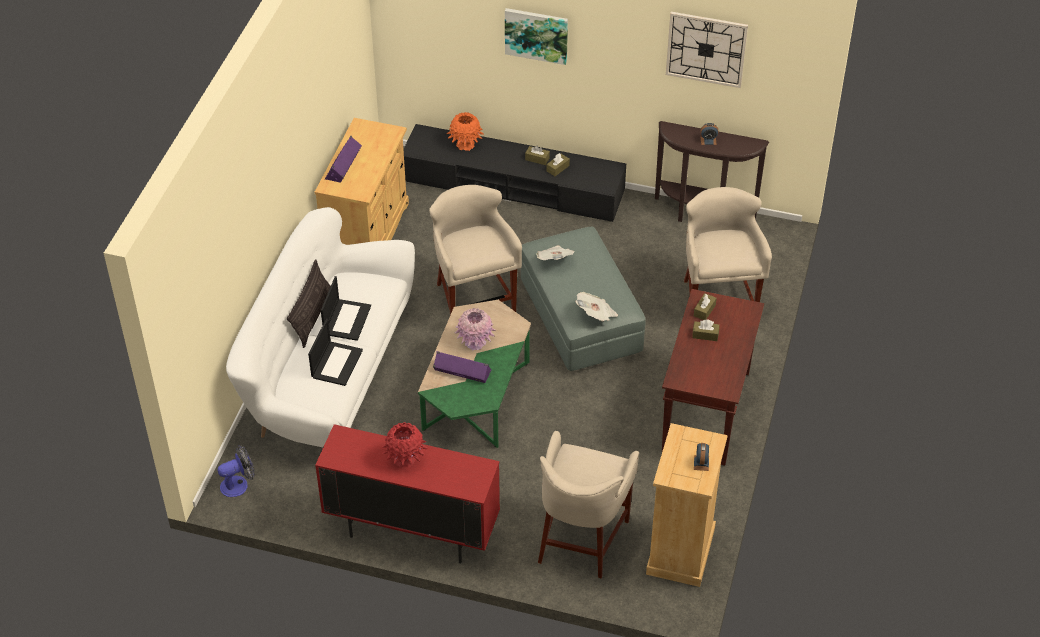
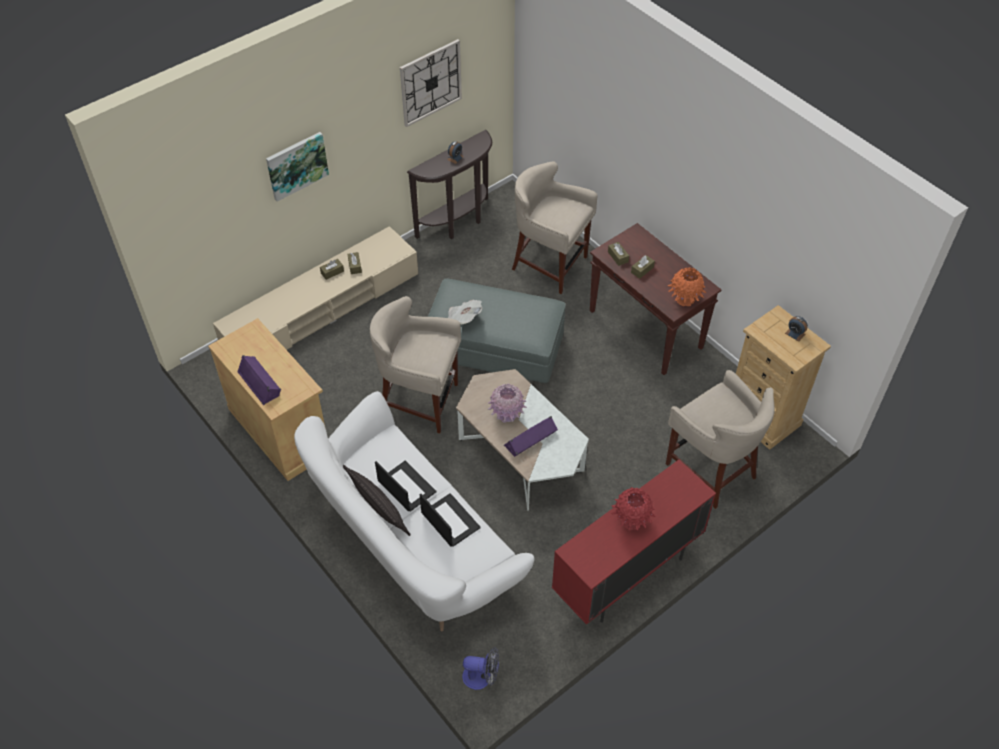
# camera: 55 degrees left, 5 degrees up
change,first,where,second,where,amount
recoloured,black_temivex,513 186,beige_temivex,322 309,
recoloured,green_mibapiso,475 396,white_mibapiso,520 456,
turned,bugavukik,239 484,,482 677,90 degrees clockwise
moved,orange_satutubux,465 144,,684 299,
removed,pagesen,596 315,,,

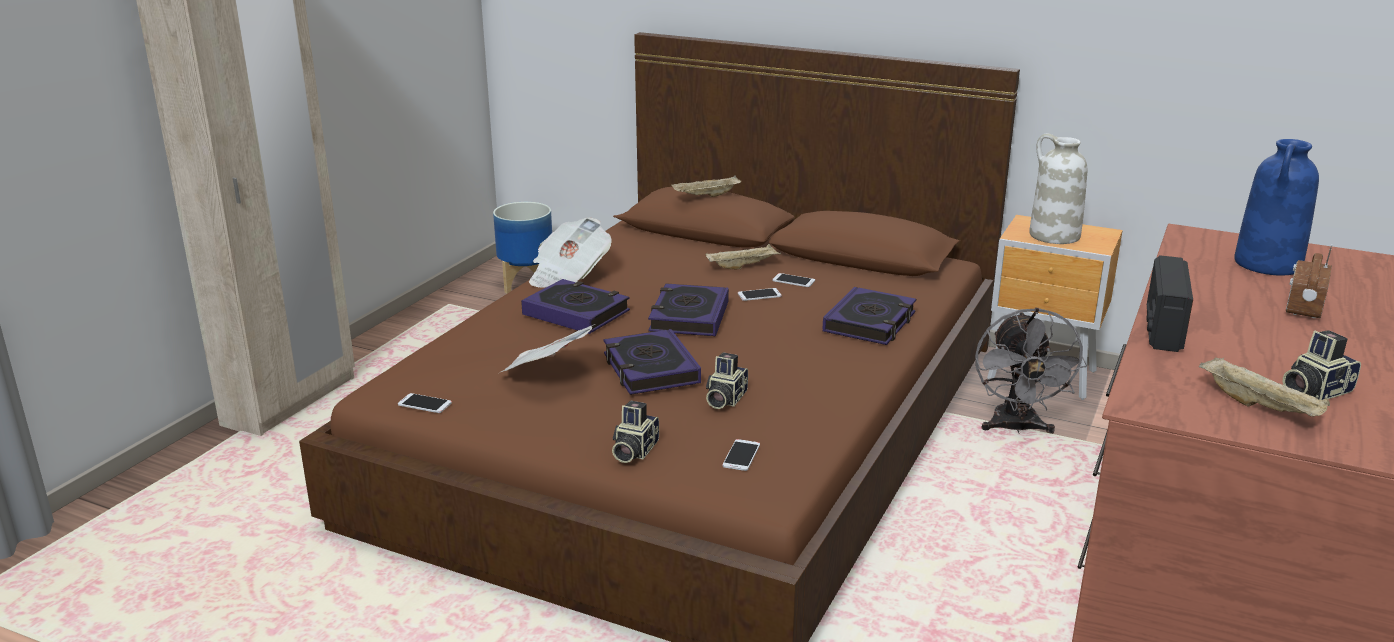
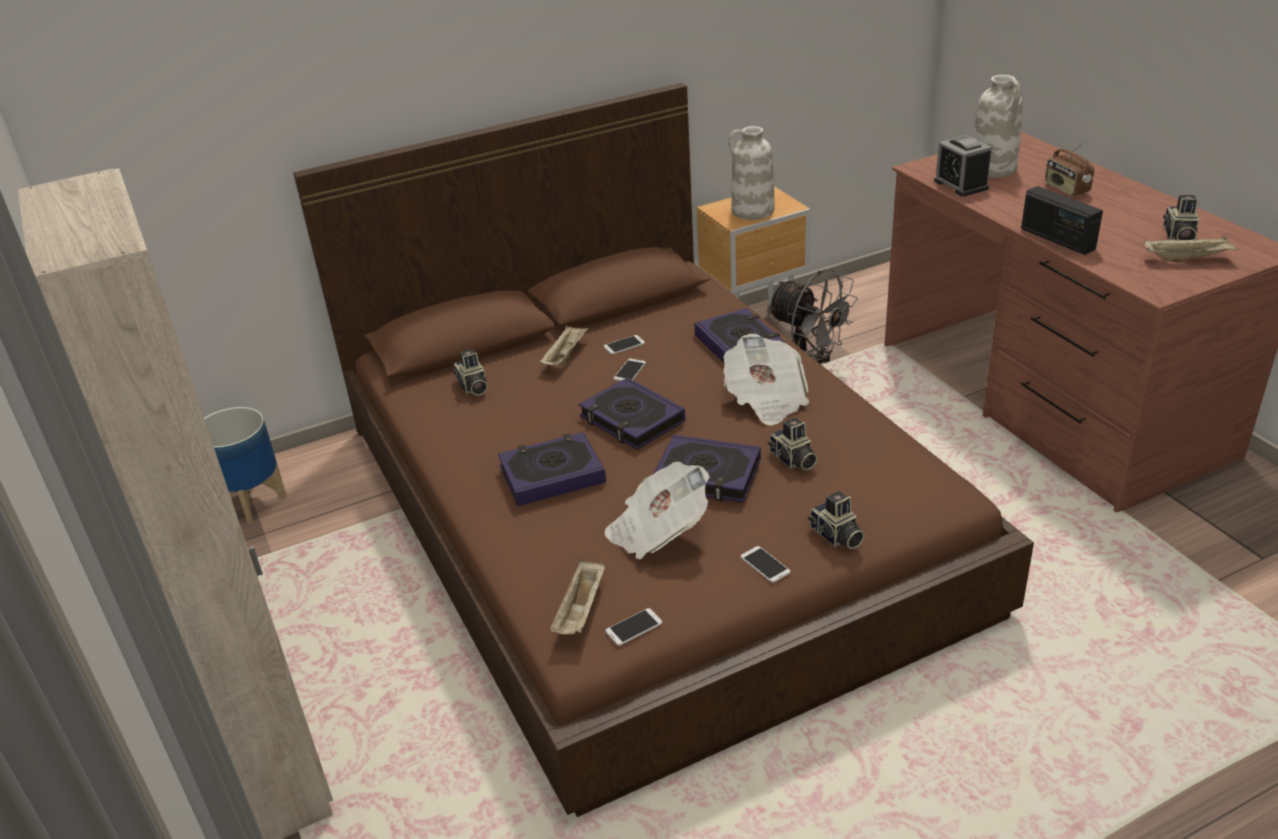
# camera: 50 degrees left, 10 degrees up
change,first,where,second,where,amount
added,,,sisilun,472 387,
moved,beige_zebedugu,706 196,,581 611,
moved,pagesen,568 275,,766 399,
moved,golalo,741 455,,765 565,
added,,,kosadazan,961 184,
recoloured,blue_satutubux,1268 264,white_satutubux,993 169,

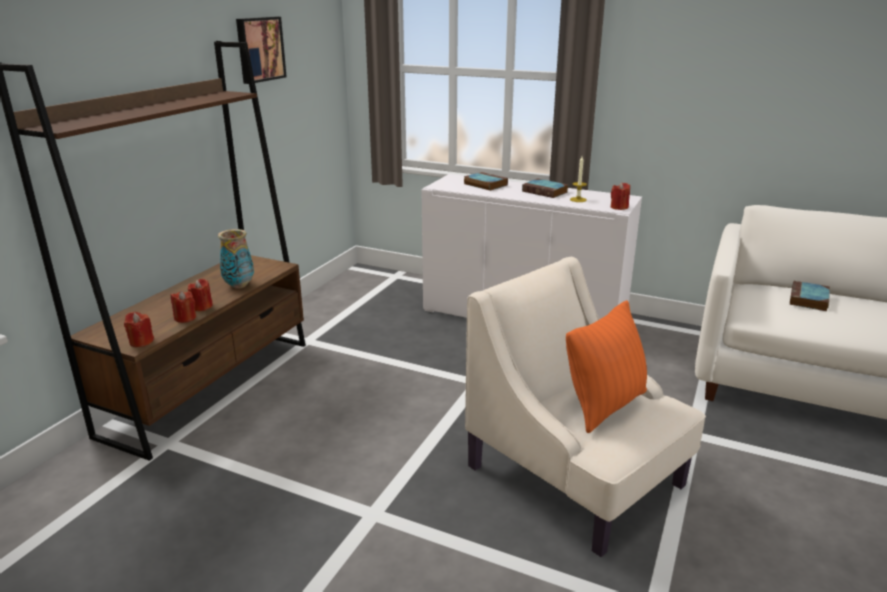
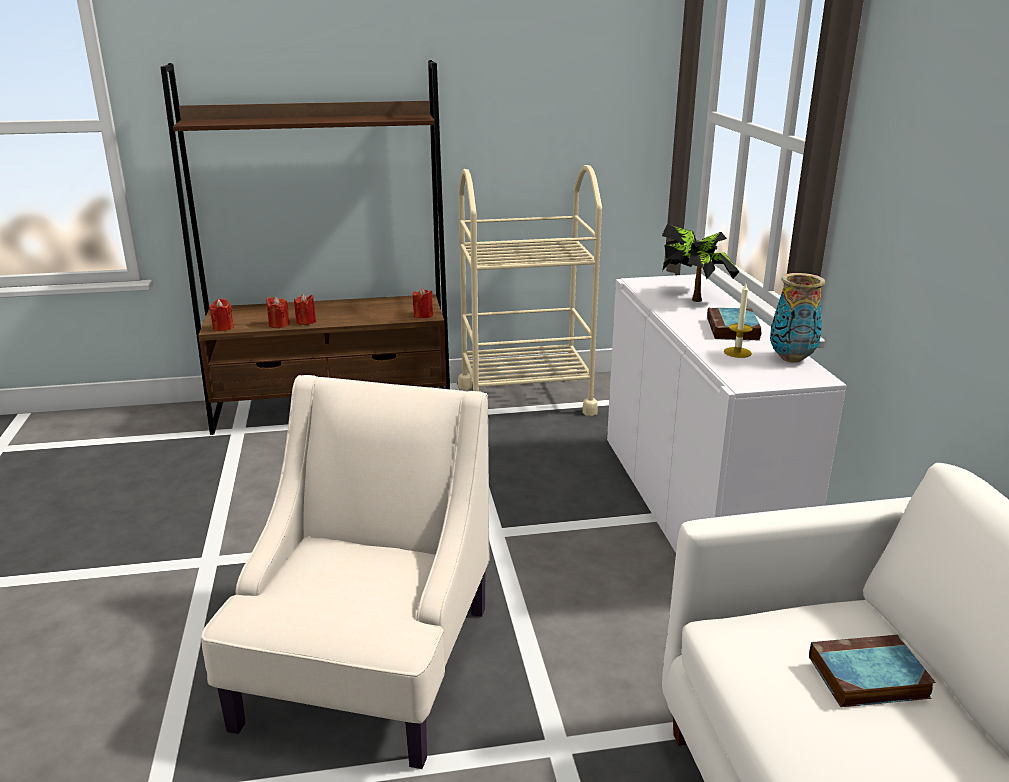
# camera: 55 degrees right, 0 degrees up
change,first,where,second,where,amount
moved,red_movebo,619 207,,423 315,
added,,,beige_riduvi,525 399,
replaced,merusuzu,484 184,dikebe,694 297,
moved,satutubux,239 285,,792 359,
removed,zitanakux,259 49,,,
removed,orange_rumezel,605 405,,,

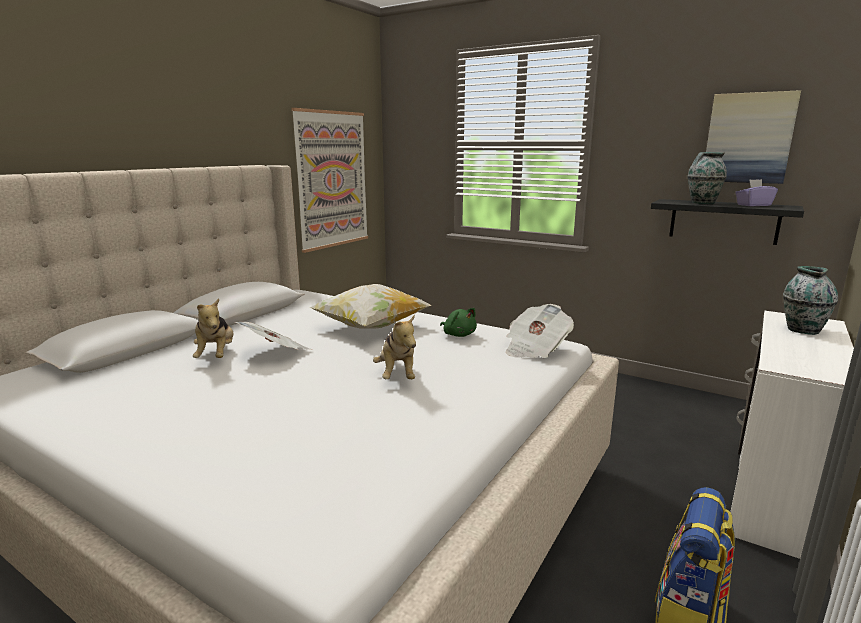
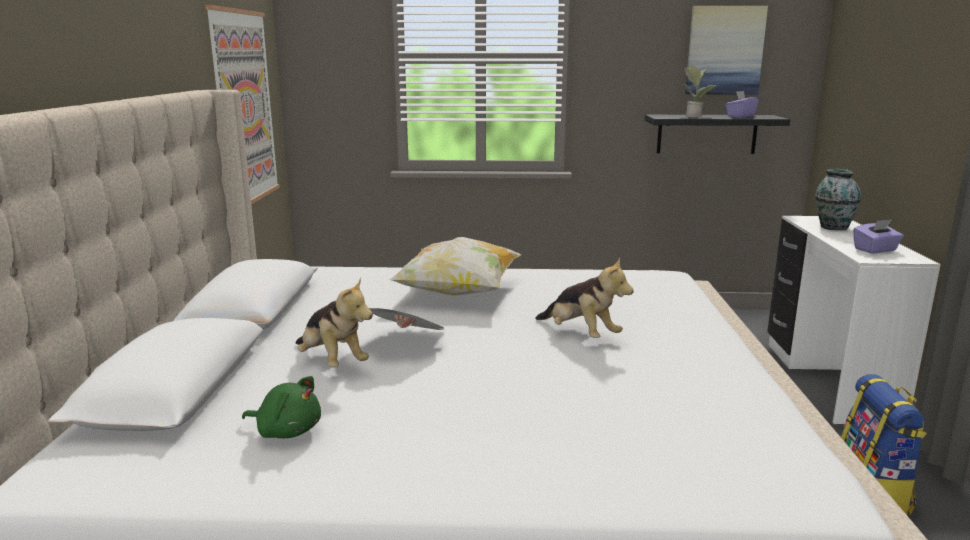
# camera: 30 degrees left, 0 degrees up
change,first,where,second,where,amount
moved,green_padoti,458 334,,287 431,
replaced,satutubux,702 203,dikebe,695 116,
added,,,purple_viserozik,875 250,
removed,pagesen,535 349,,,

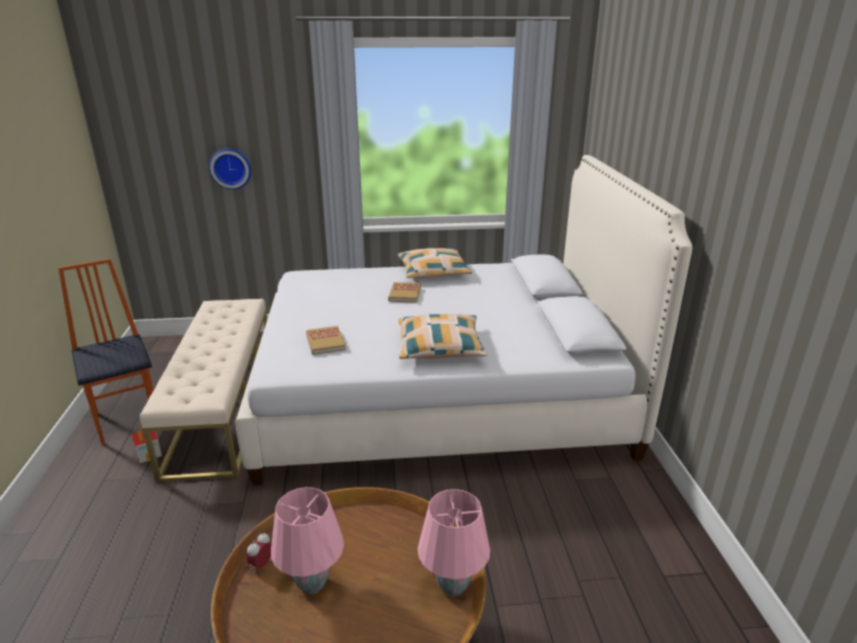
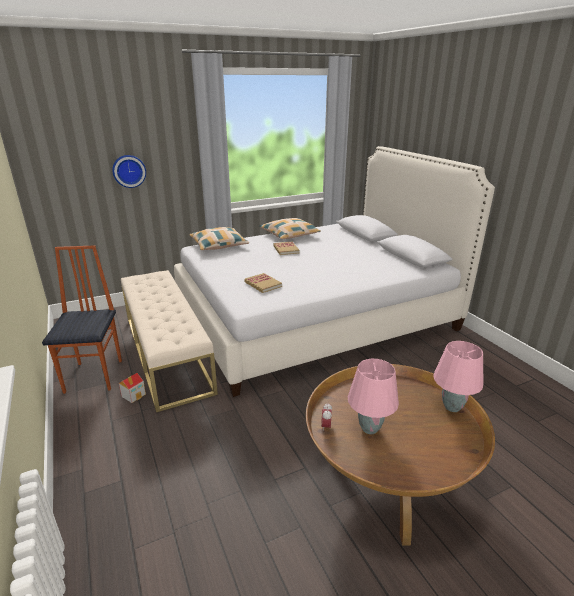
# camera: 20 degrees left, 0 degrees up
change,first,where,second,where,amount
turned,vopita,128 418,,95 375,45 degrees clockwise
moved,rumezel,440 346,,219 245,

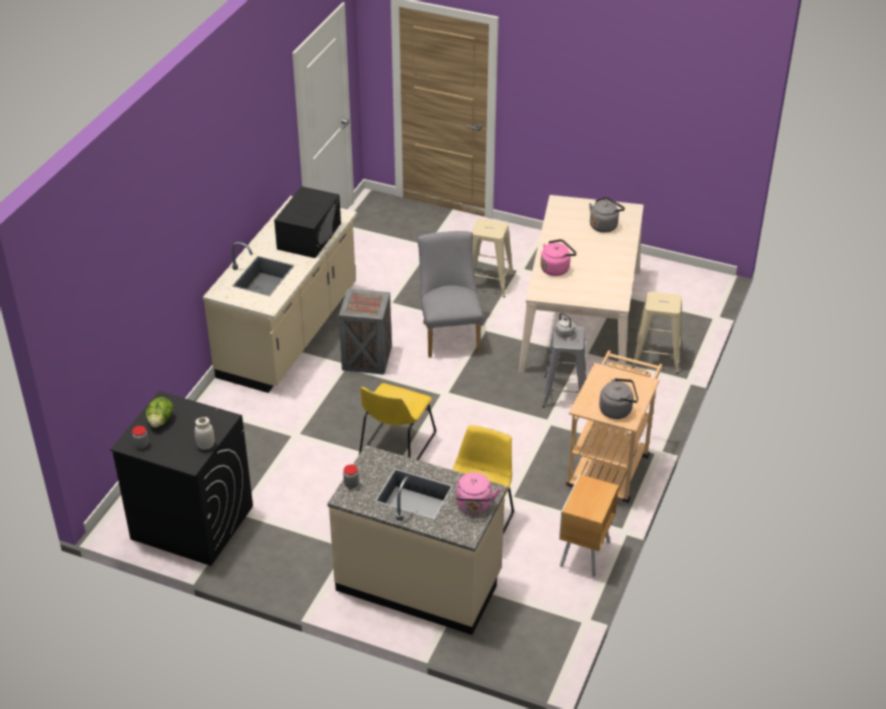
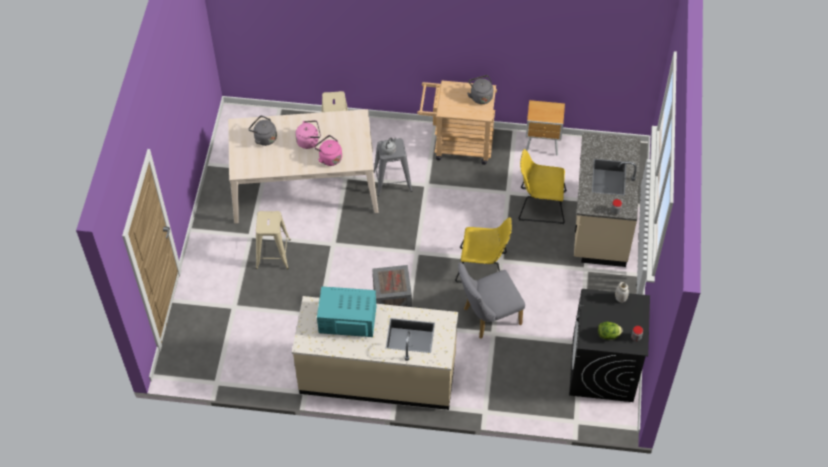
# camera: 105 degrees left, 15 degrees up
change,first,where,second,where,amount
moved,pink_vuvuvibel,474 506,,309 141,
recoloured,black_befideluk,309 236,turquoise_befideluk,347 319,
moved,grey_vopita,449 334,,488 317,

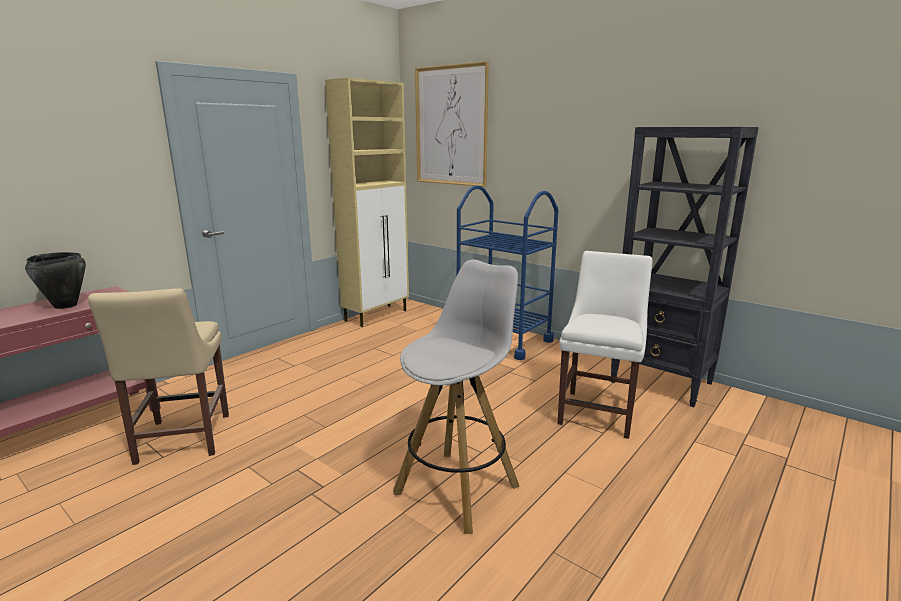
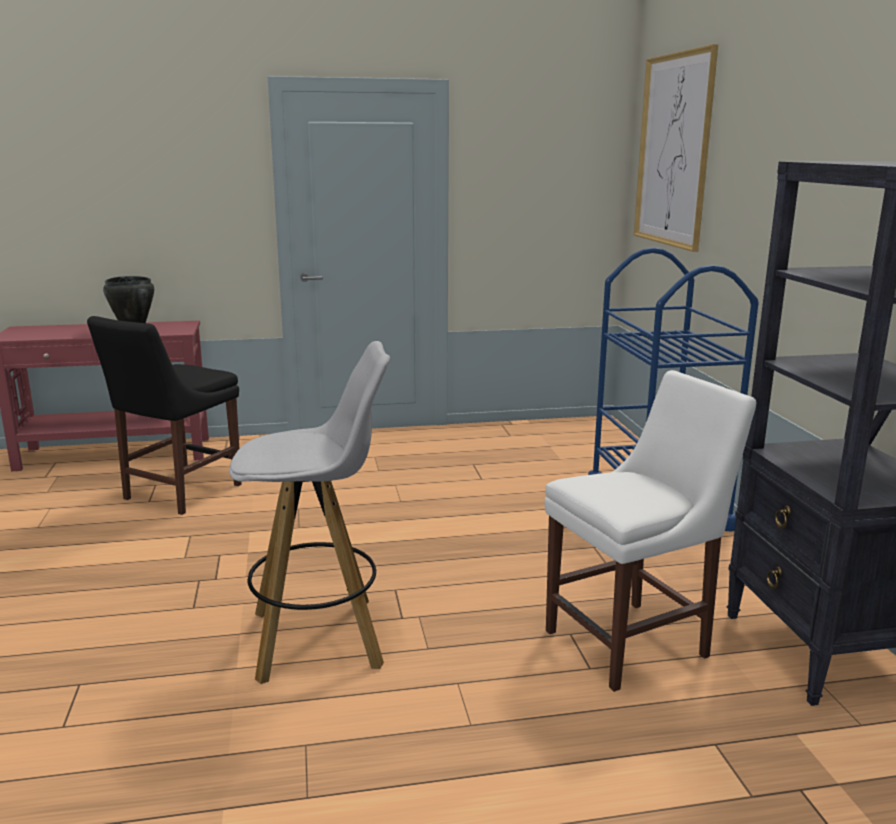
# camera: 40 degrees right, 0 degrees up
change,first,where,second,where,amount
recoloured,beige_vopita,182 441,black_vopita,178 493,
removed,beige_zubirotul,377 315,,,

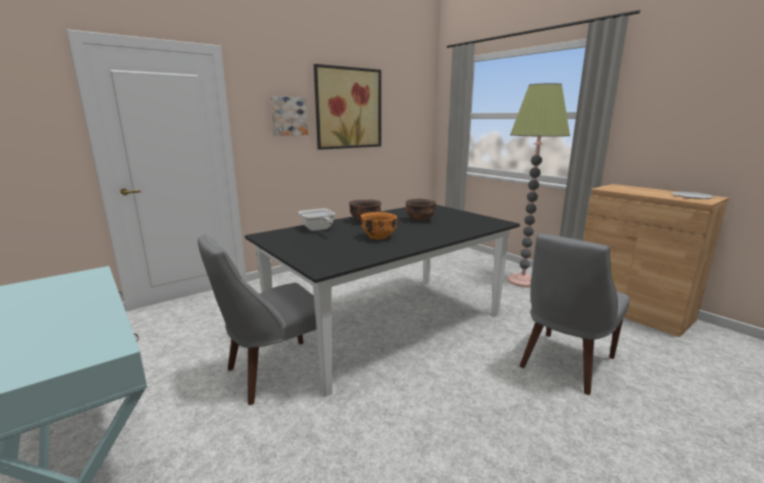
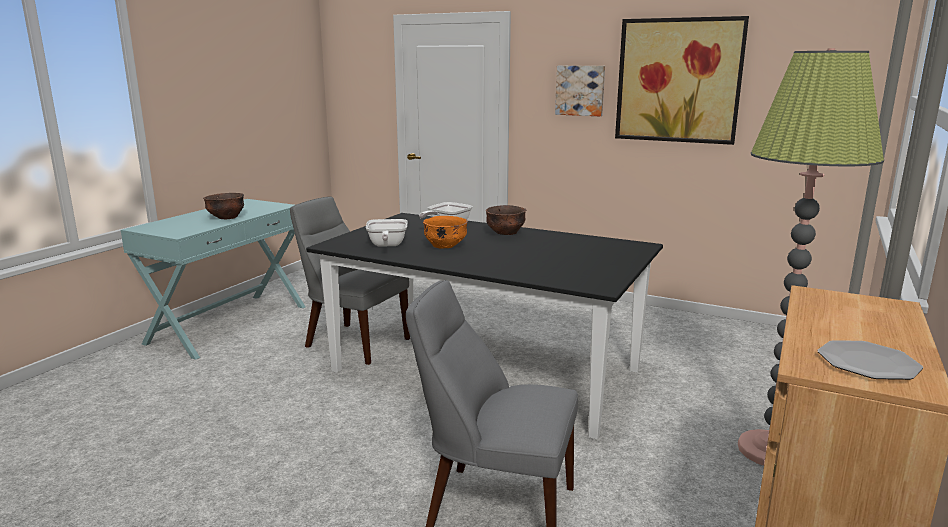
# camera: 65 degrees right, 0 degrees up
change,first,where,second,where,amount
moved,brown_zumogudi,420 220,,226 218,
added,,,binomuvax,386 245,

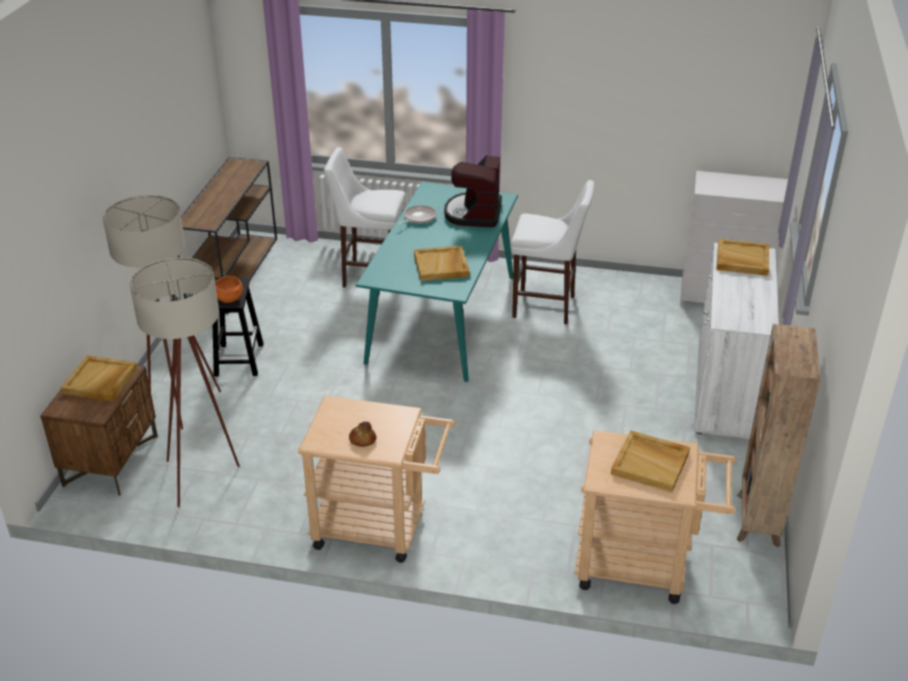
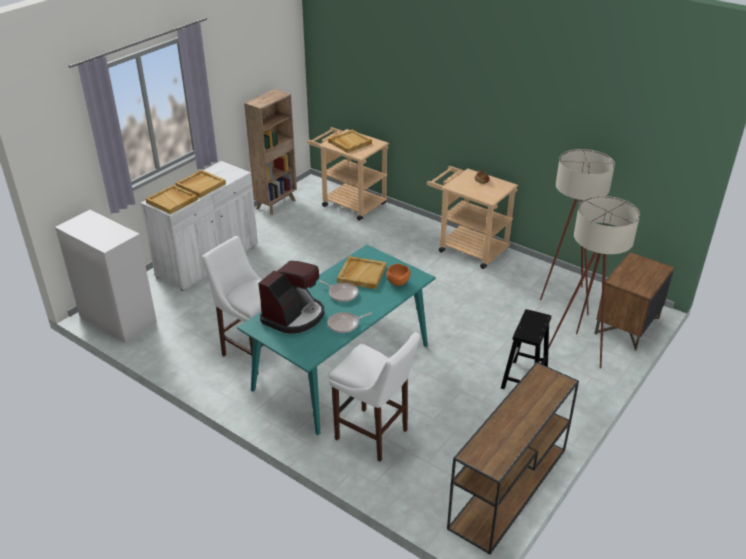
# camera: 155 degrees left, 0 degrees up
change,first,where,second,where,amount
moved,beige_zebedugu,100 381,,201 185,
added,,,binomuvax,342 294,
moved,orange_zumogudi,229 299,,398 283,

